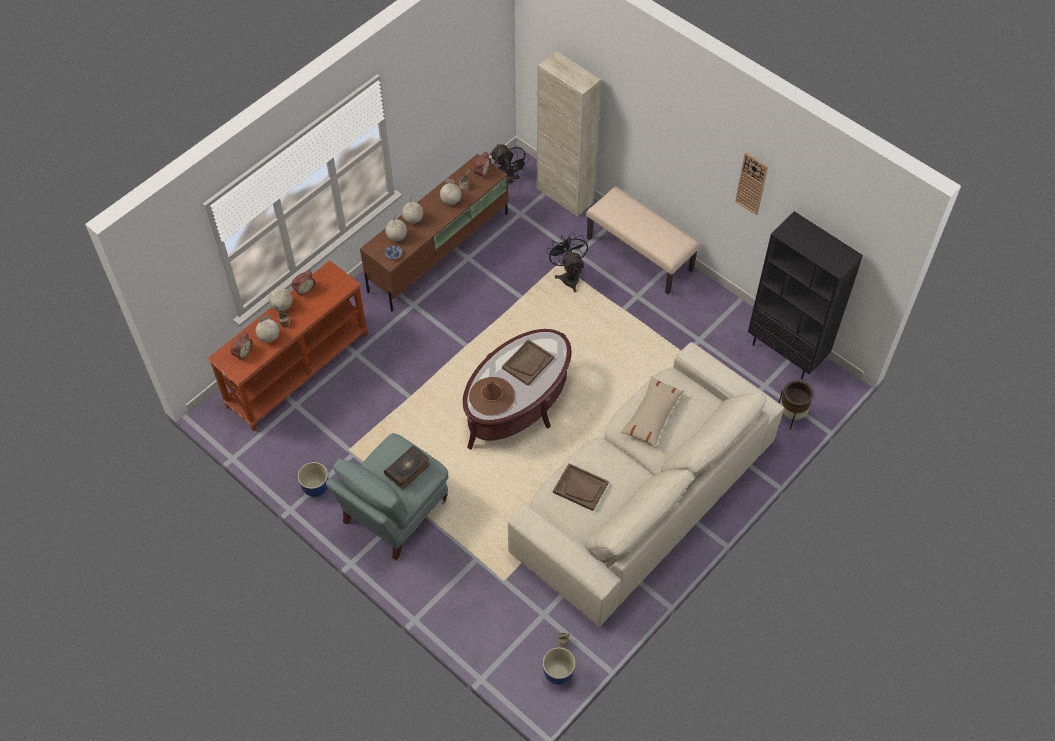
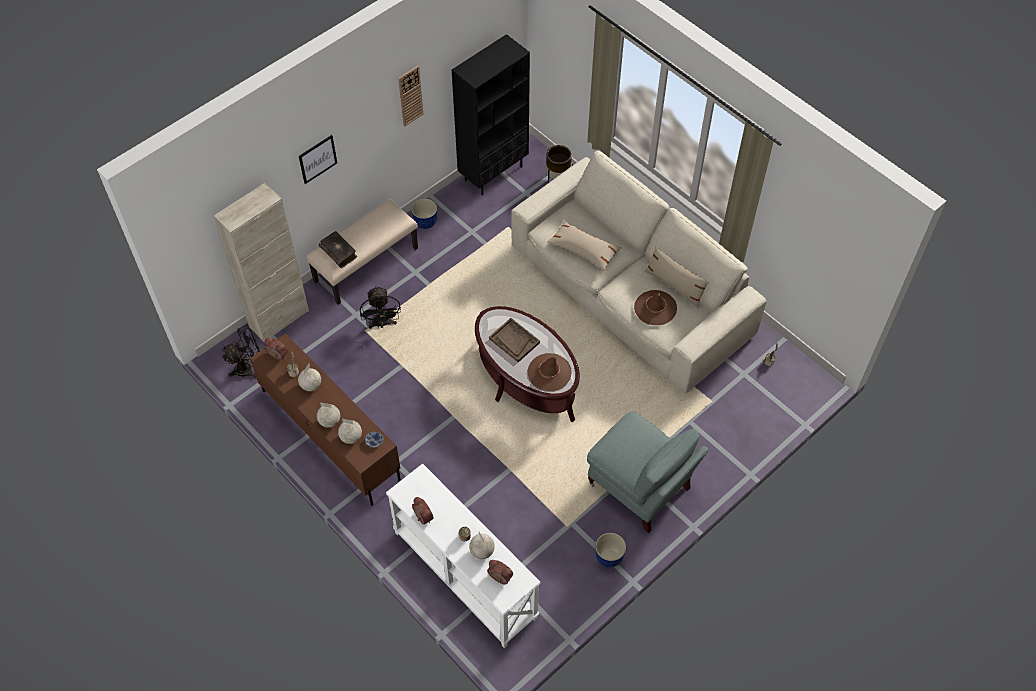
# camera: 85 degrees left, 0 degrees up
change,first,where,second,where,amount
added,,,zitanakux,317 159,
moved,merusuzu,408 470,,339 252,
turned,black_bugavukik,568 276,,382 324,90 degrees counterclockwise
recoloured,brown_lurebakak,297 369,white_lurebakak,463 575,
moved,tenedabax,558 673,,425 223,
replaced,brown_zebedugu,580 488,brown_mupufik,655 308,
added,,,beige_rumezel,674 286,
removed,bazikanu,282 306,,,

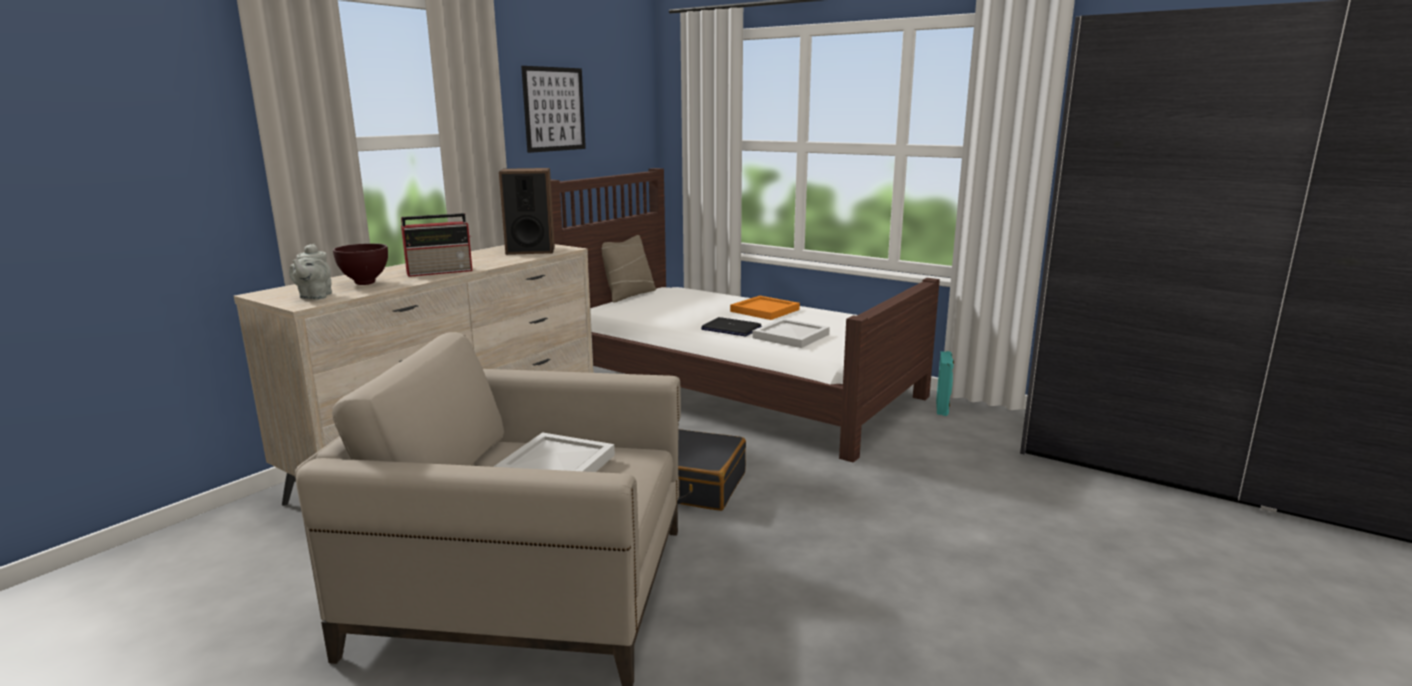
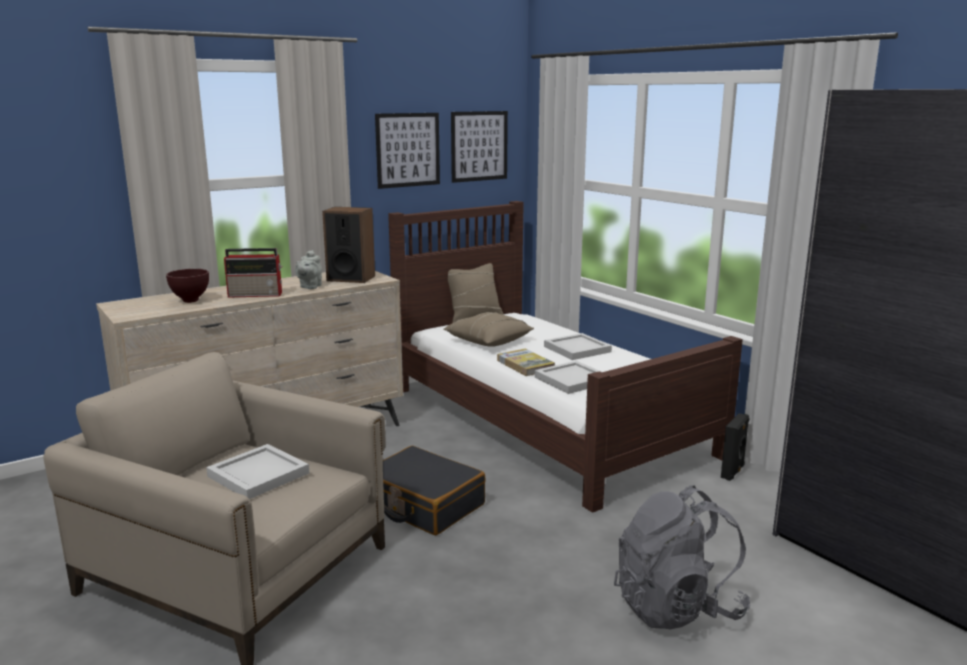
# camera: 20 degrees right, 0 degrees up
change,first,where,second,where,amount
moved,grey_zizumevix,314 297,,310 287,
added,,,beige_rumezel,488 341,
added,,,zitanakux,479 146,
replaced,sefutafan,731 329,merusuzu,525 365,
recoloured,orange_zebedugu,764 310,white_zebedugu,577 349,
added,,,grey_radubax,677 607,
recoloured,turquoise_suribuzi,943 408,black_suribuzi,733 472,

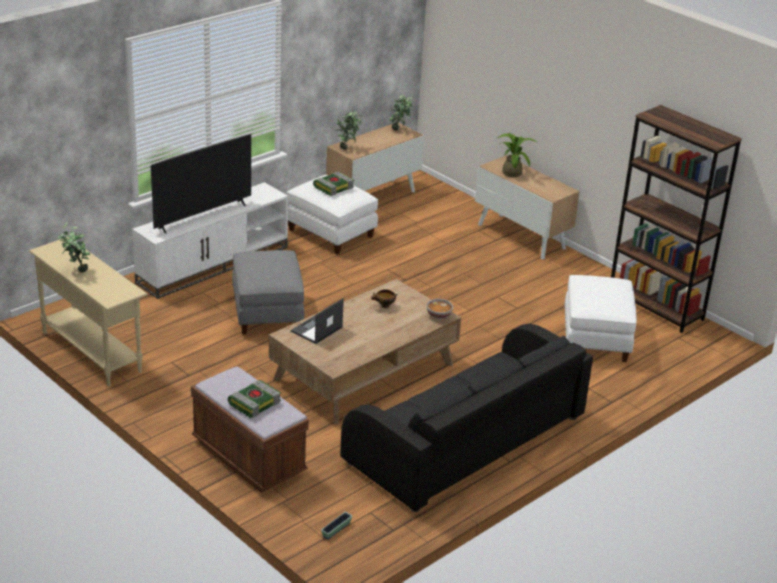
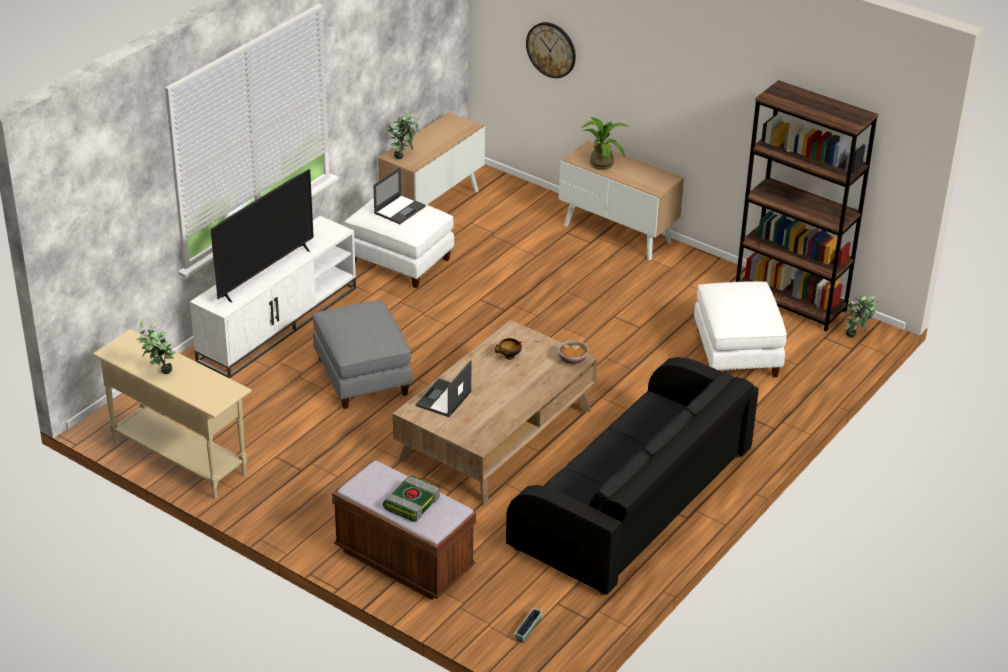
# camera: 10 degrees left, 5 degrees up
change,first,where,second,where,amount
replaced,merusuzu,333 187,sefutafan,400 209,
added,,,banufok,551 49,
moved,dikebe,400 130,,856 335,

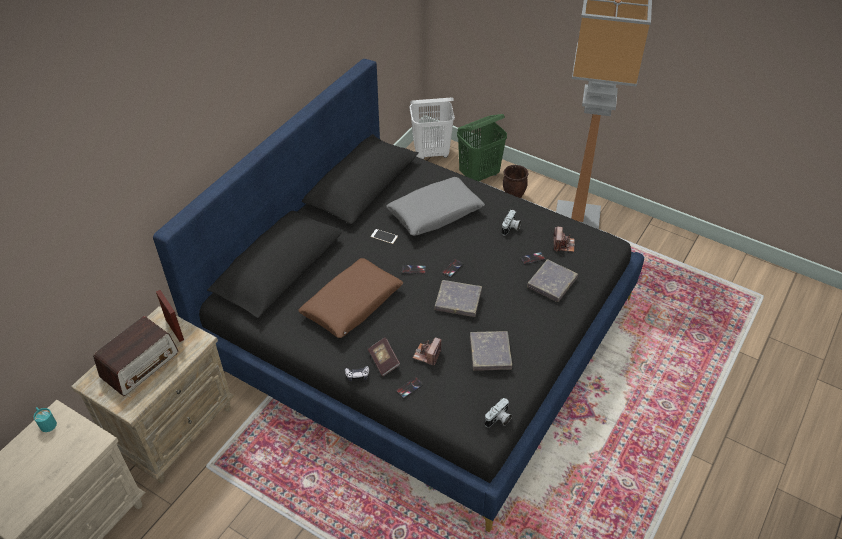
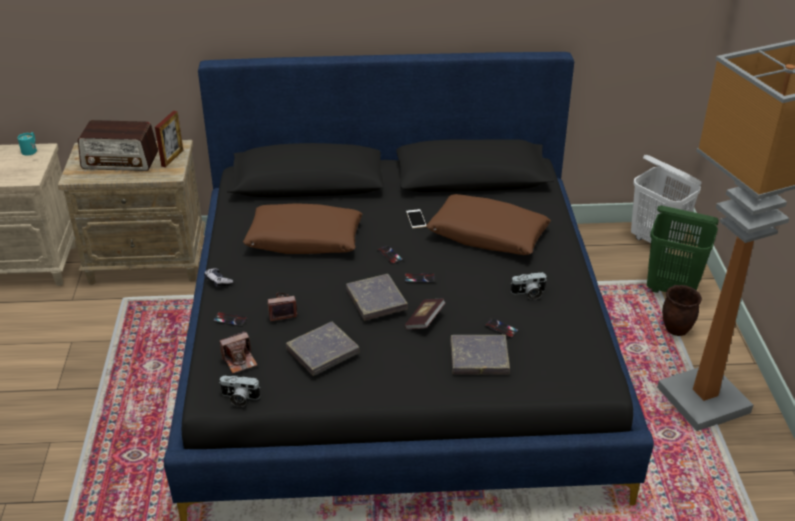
# camera: 55 degrees right, 10 degrees down
change,first,where,second,where,amount
moved,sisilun,563 244,,240 361,
moved,merusuzu,384 361,,424 321,
recoloured,grey_rumezel,435 213,brown_rumezel,487 235,

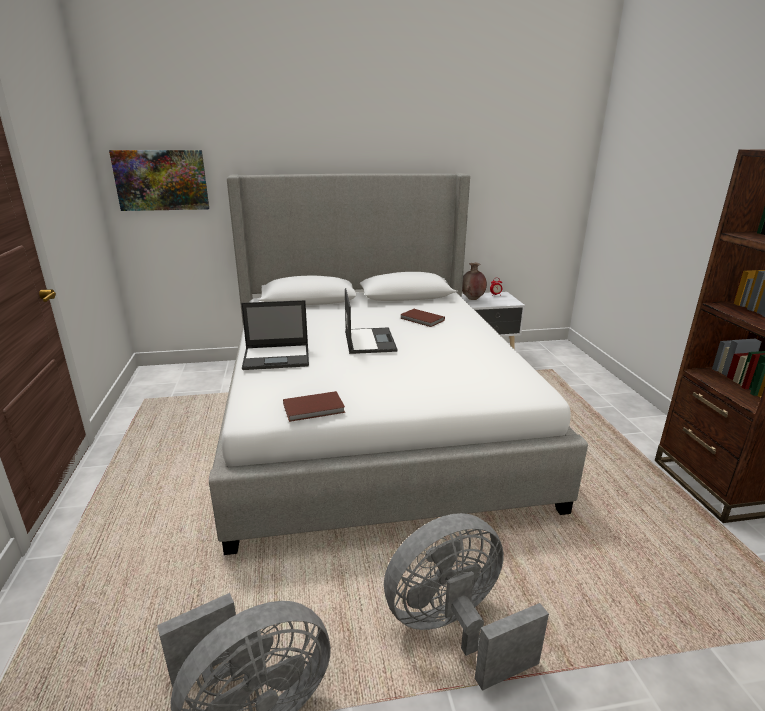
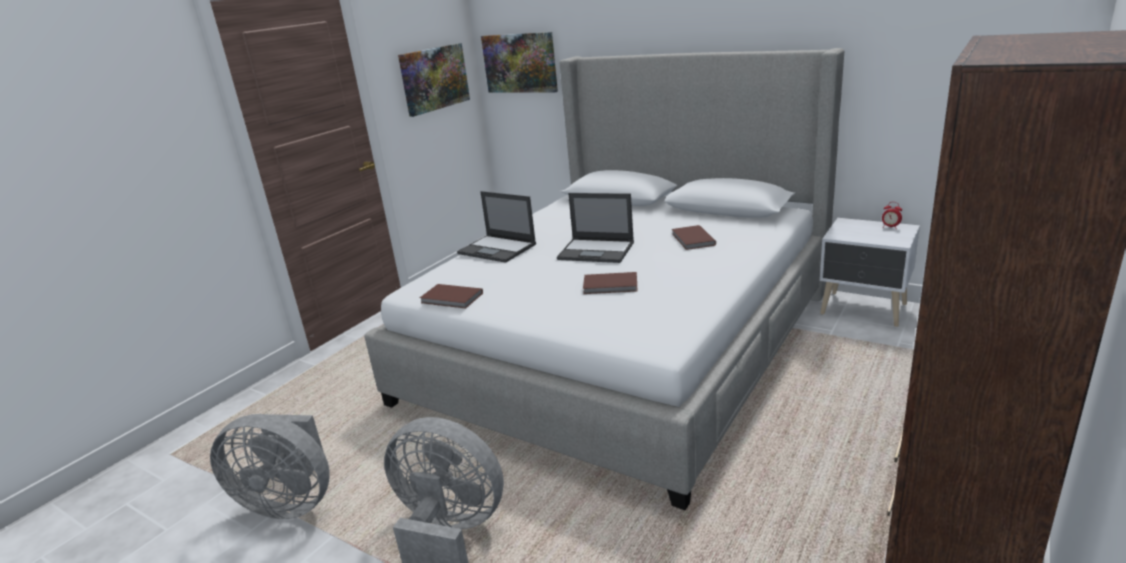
# camera: 45 degrees right, 0 degrees up
change,first,where,second,where,amount
added,,,zitanakux,434 78,
turned,sefutafan,369 341,,597 251,75 degrees clockwise
added,,,brown_merusuzu,611 286,
removed,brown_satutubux,472 299,,,

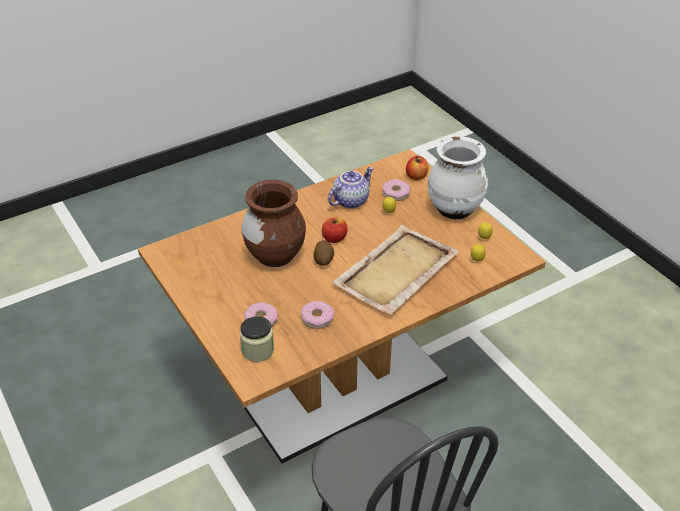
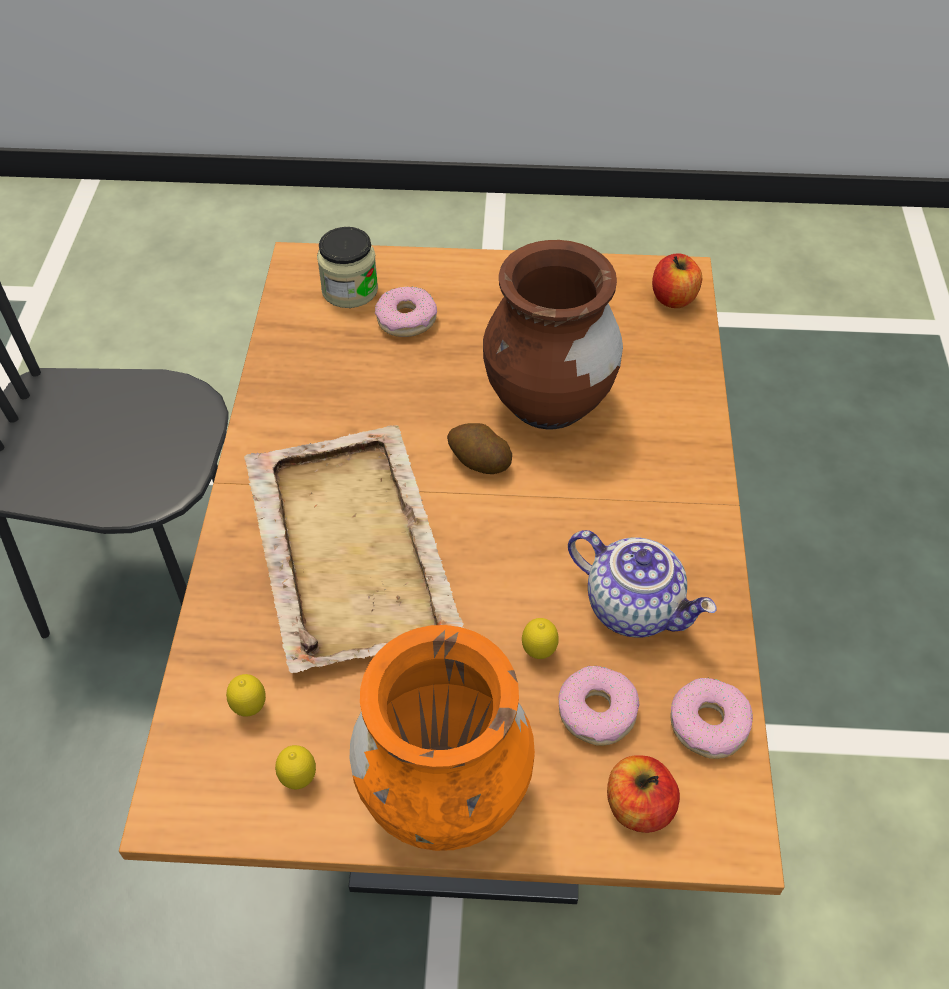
# camera: 125 degrees right, 10 degrees up
change,first,where,second,where,amount
recoloured,white_satutubux,454 210,orange_satutubux,445 795,
turned,zizumevix,350 200,,635 607,45 degrees counterclockwise
moved,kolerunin,334 238,,673 298,
moved,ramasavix,317 318,,709 724,

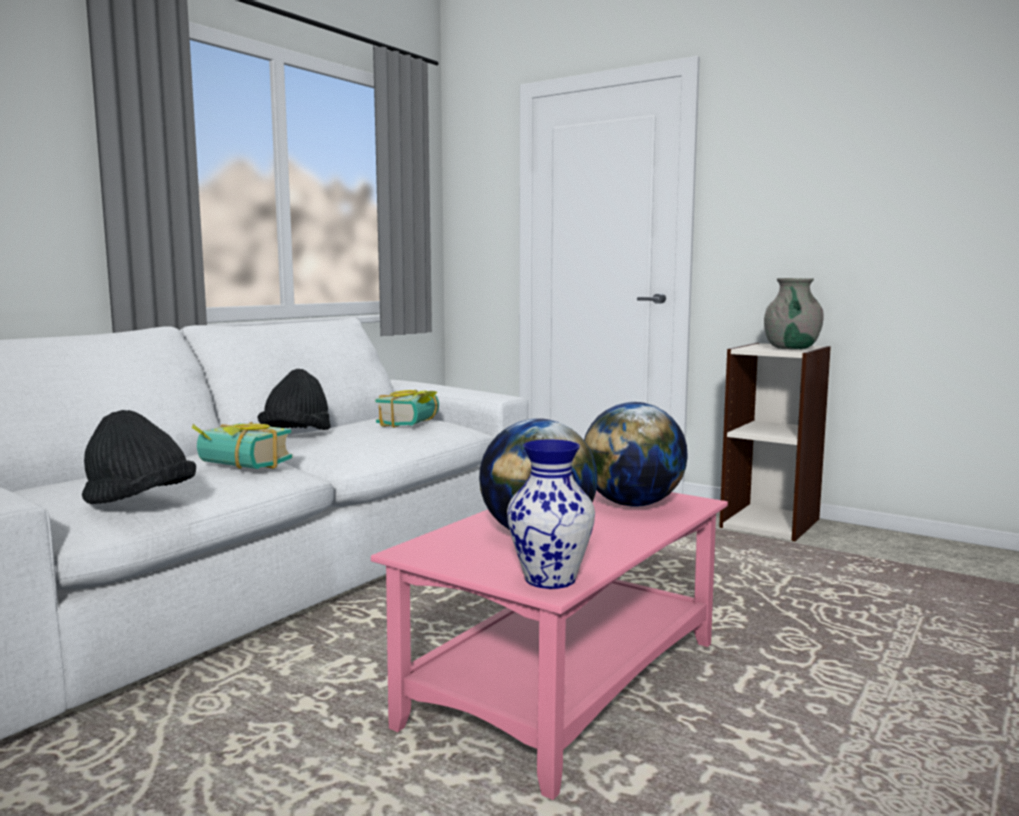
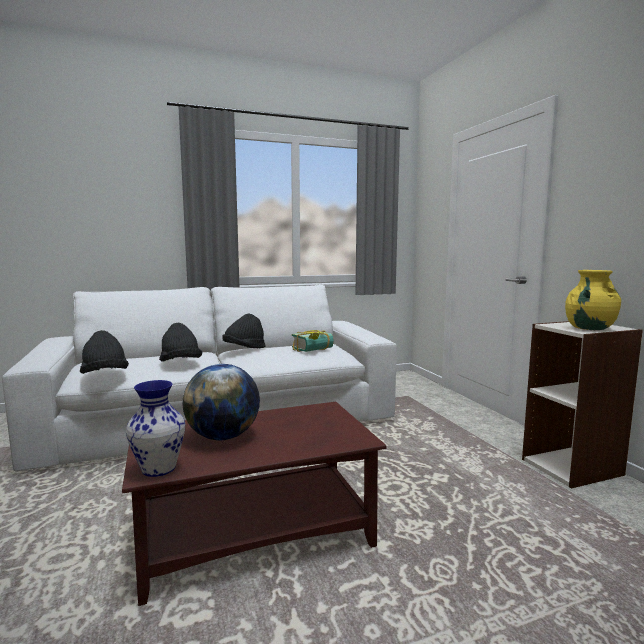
# camera: 35 degrees right, 0 degrees up
change,first,where,second,where,amount
recoloured,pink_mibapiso,566 682,brown_mibapiso,257 535,
replaced,merusuzu,239 467,black_mupufik,180 363,
recoloured,grey_satutubux,791 348,yellow_satutubux,589 328,
removed,bazikanu,633 504,,,

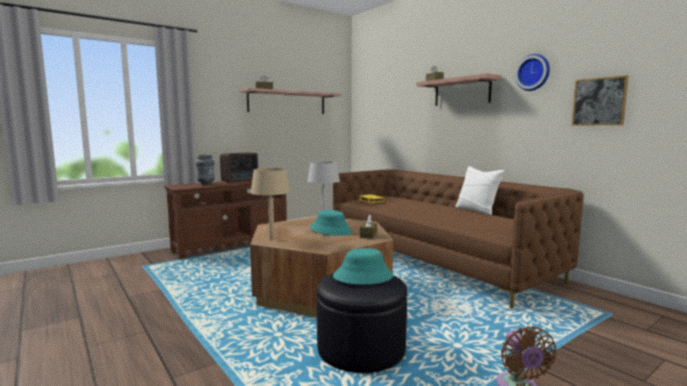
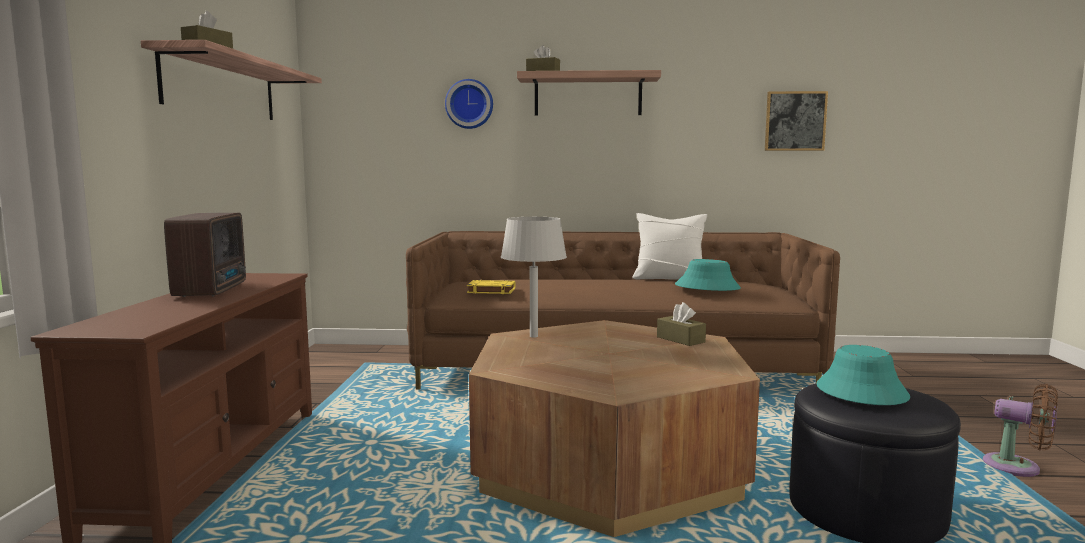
# camera: 50 degrees left, 0 degrees up
change,first,where,second,where,amount
moved,banufok,533 72,,469 104,
moved,turquoise_mupufik,330 230,,707 287,
removed,satutubux,206 184,,,
removed,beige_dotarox,271 239,,,

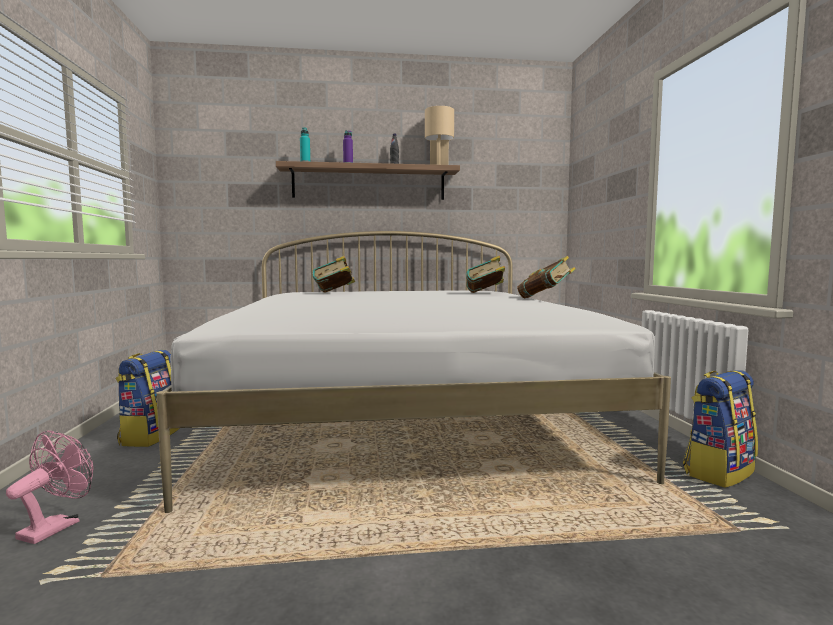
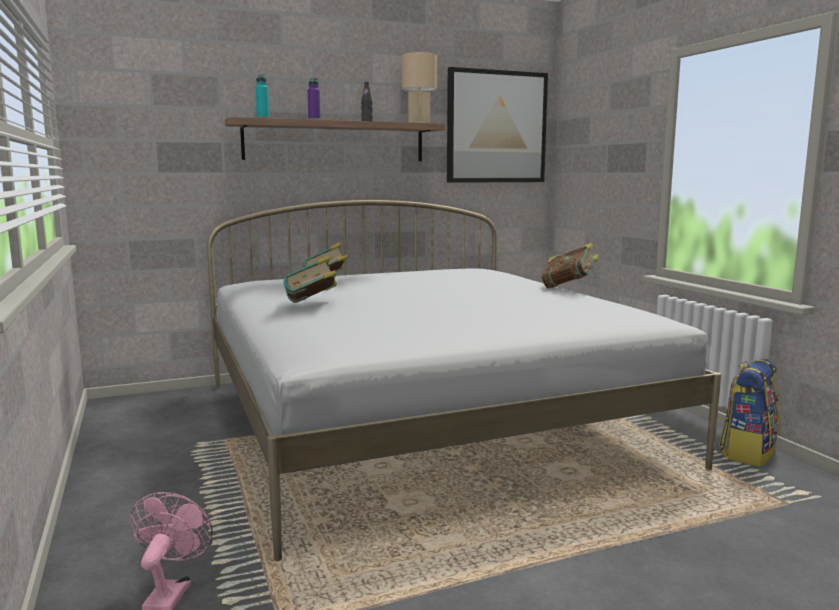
# camera: 15 degrees left, 5 degrees up
change,first,where,second,where,amount
moved,merusuzu,485 293,,312 305,
added,,,zitanakux,496 127,
removed,radubax,150 436,,,

